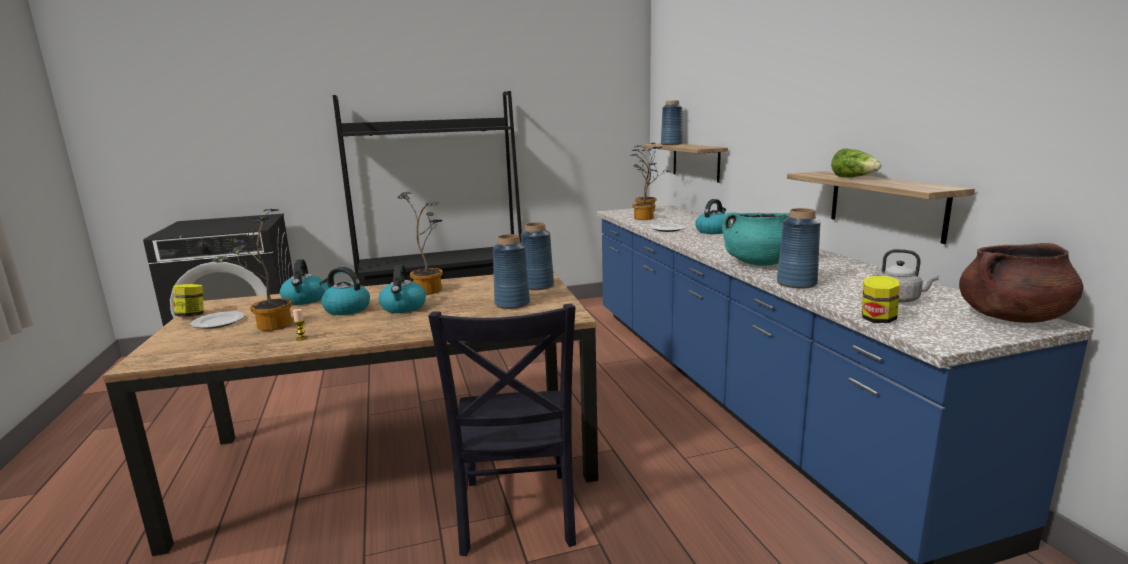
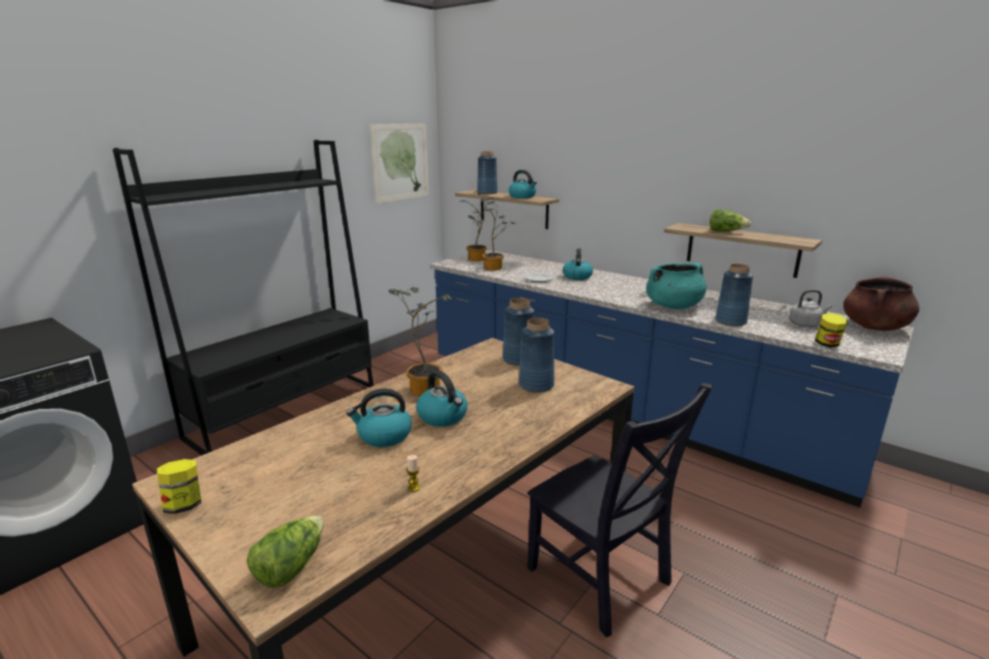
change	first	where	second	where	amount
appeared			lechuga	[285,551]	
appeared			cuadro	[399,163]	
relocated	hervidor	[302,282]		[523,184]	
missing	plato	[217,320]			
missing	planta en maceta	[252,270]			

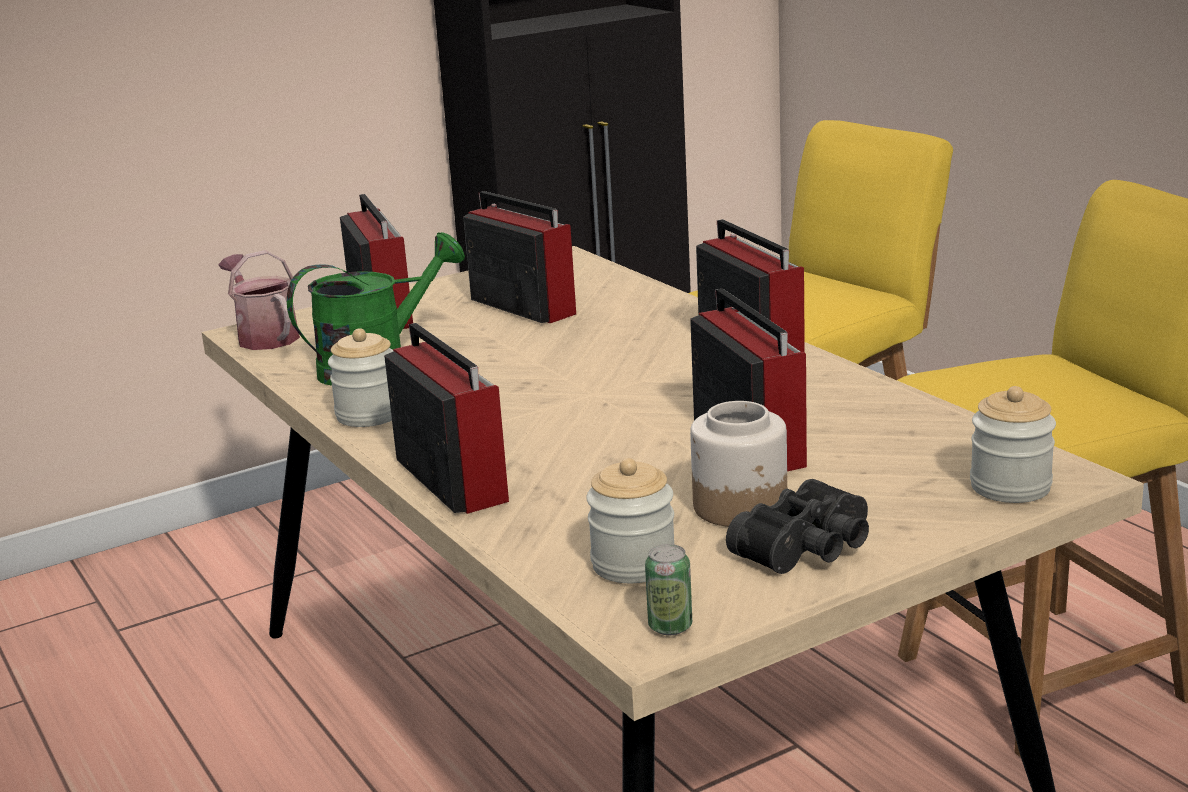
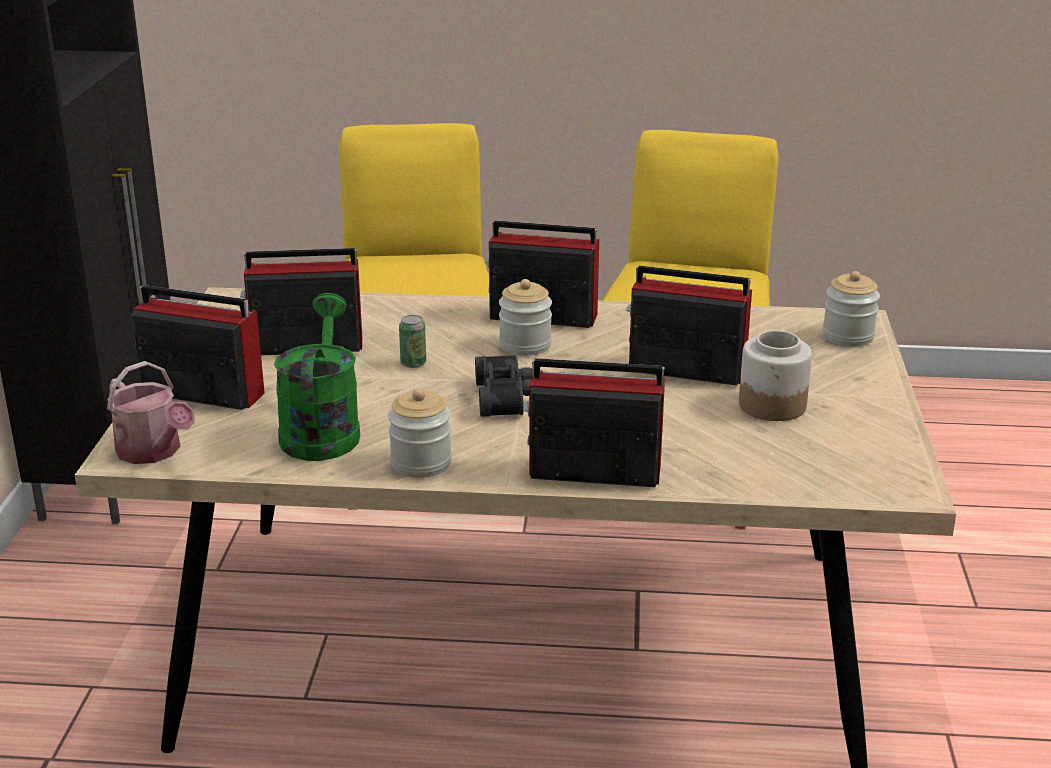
change	first	where	second	where	amount
spun	regadera	[259,300]		[151,412]	135 degrees counterclockwise
relocated	lata	[668,589]		[412,341]	
relocated	prismáticos [negro]	[797,526]		[504,386]	
relocated	tarro	[630,520]		[525,317]	

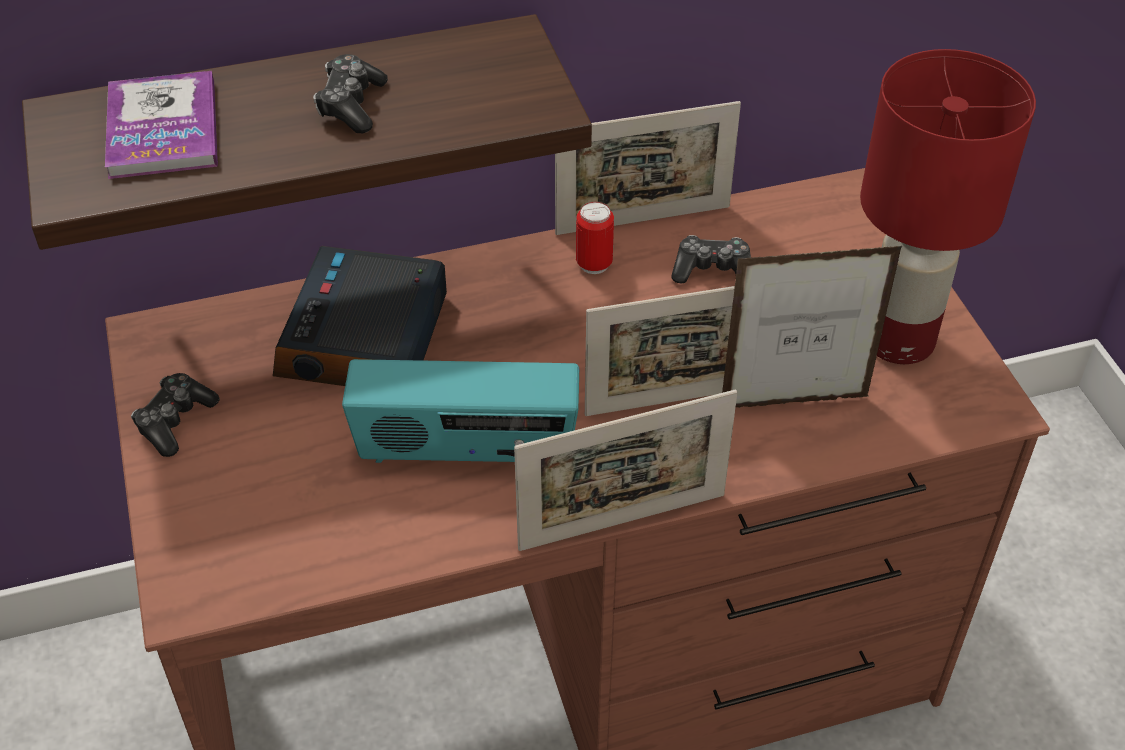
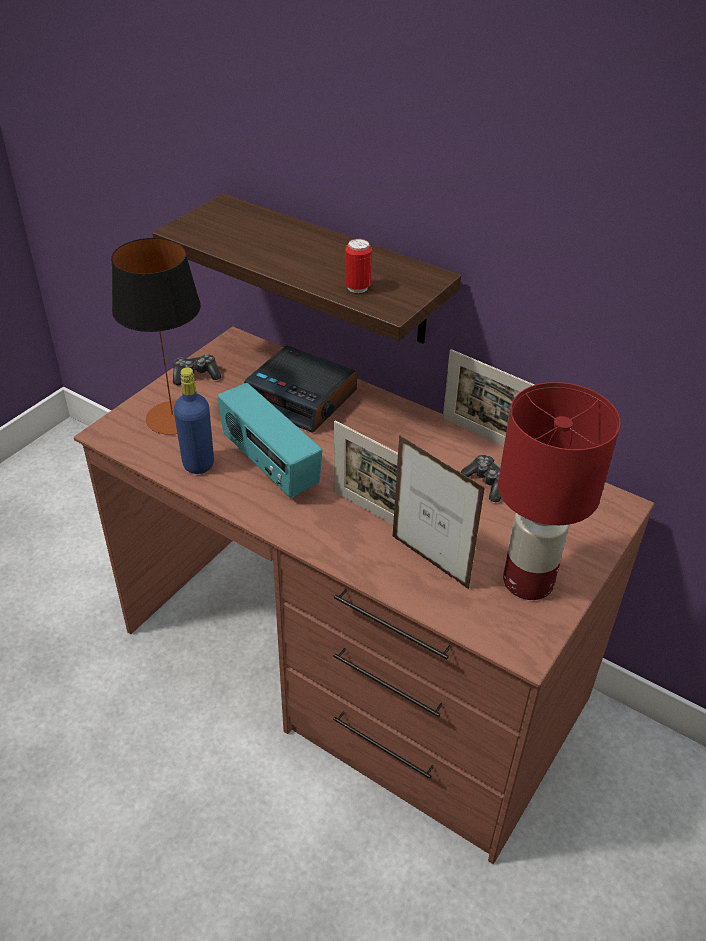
change	first	where	second	where	amount
appeared			lámpara de mesa	[156,336]	
appeared			botella [azul]	[194,420]	
spun	despertador	[360,316]		[300,388]	120 degrees counterclockwise
relocated	lata	[595,238]		[358,265]	
missing	libro	[161,125]			
missing	mando de consola	[350,93]			
missing	portarretratos	[625,470]			

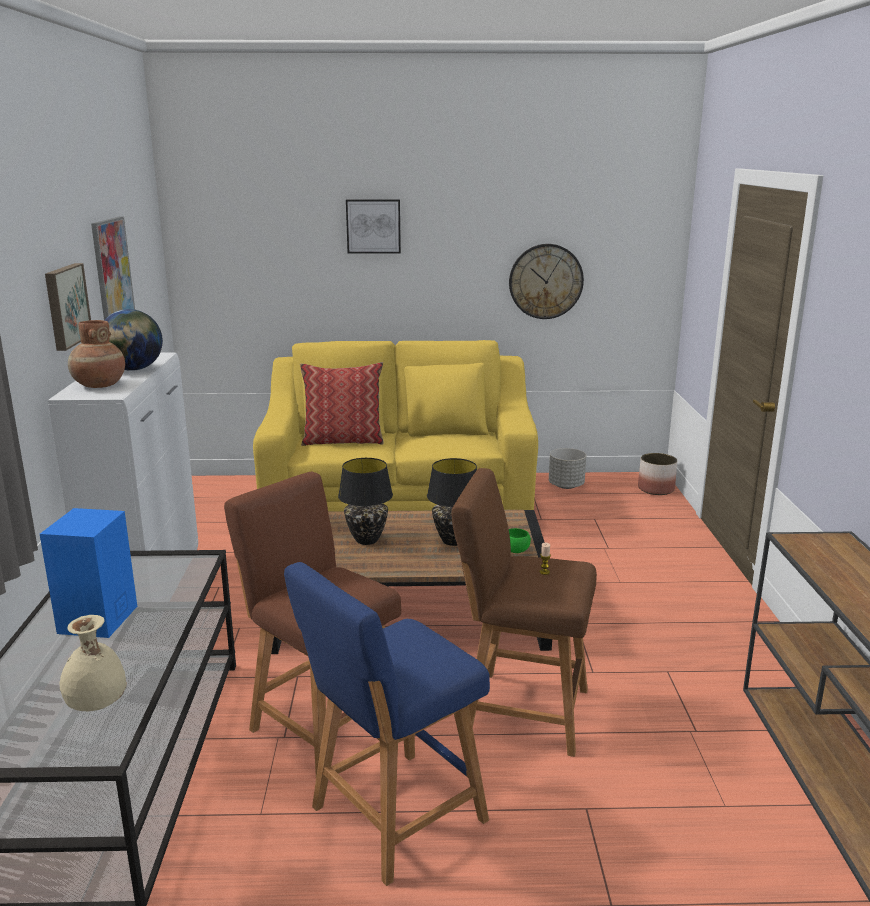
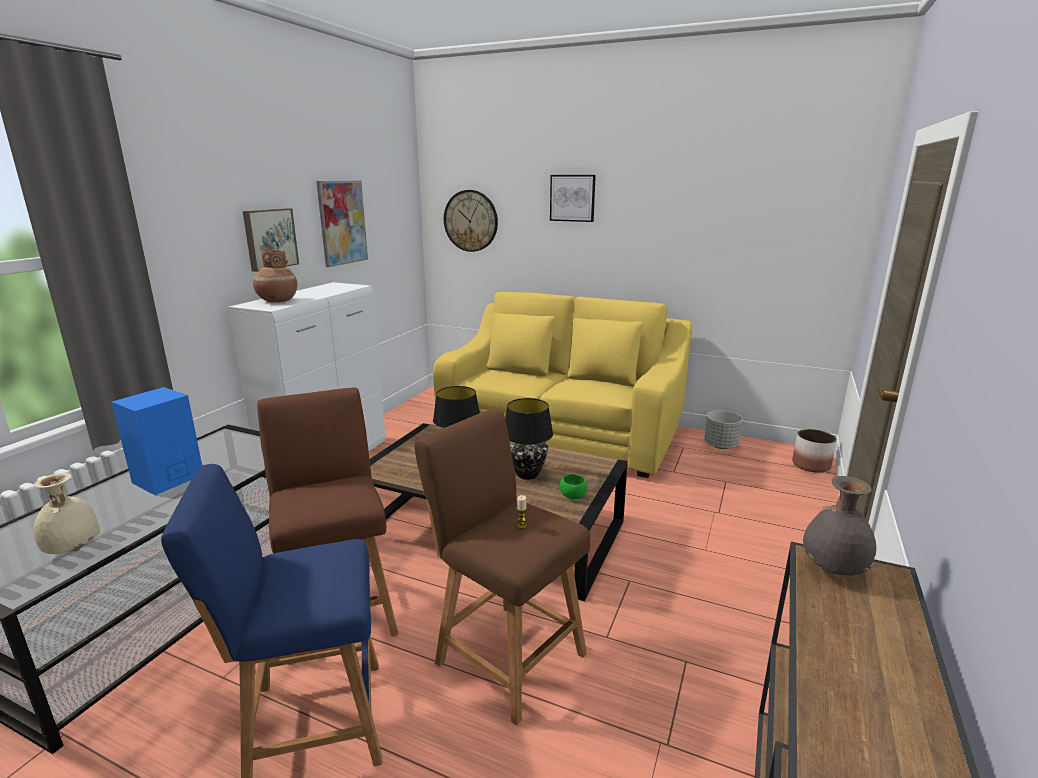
change	first	where	second	where	amount
relocated	reloj de pared	[546,281]		[471,221]	
appeared			florero [gris]	[839,526]	
missing	globo terráqueo	[133,340]			
missing	cojín	[342,404]			

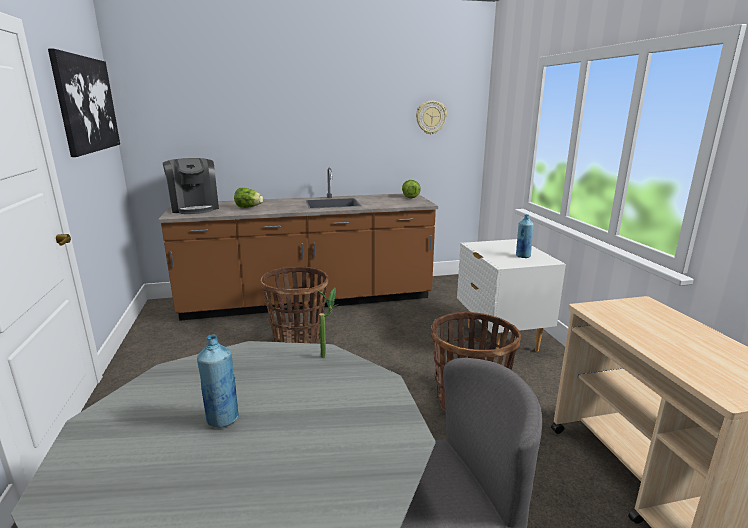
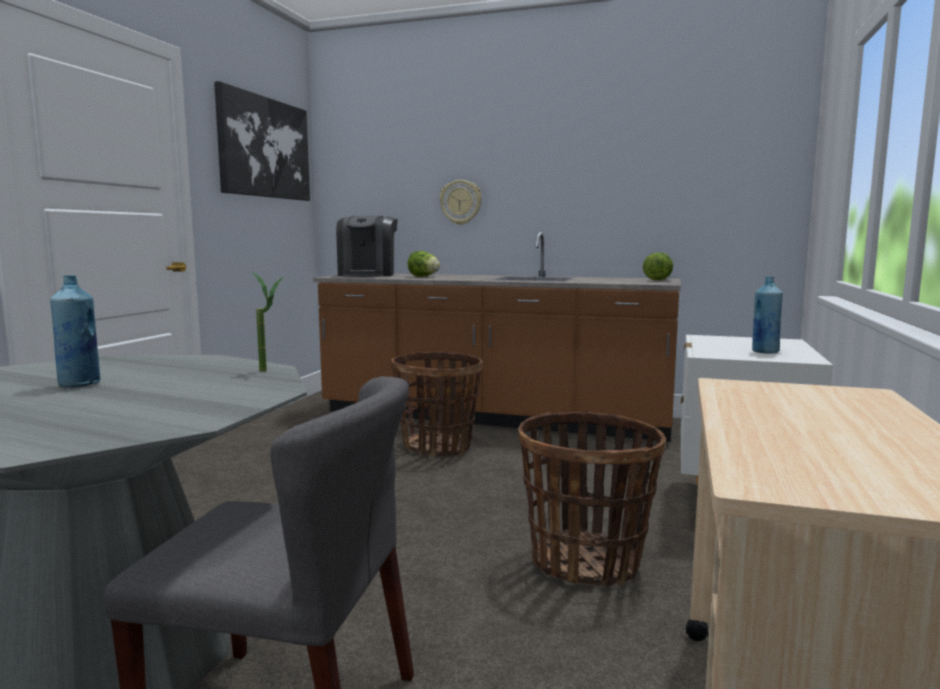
change	first	where	second	where	amount
relocated	reloj de pared	[431,117]		[460,202]	

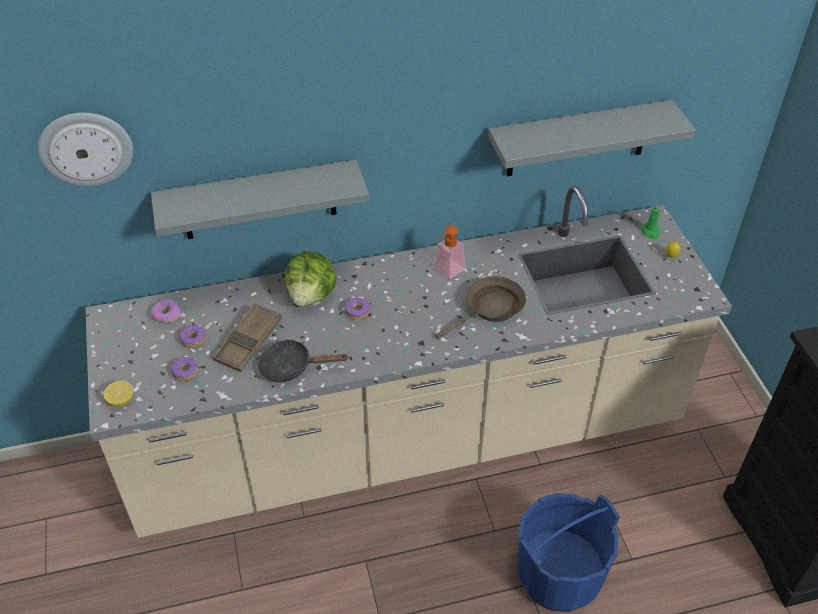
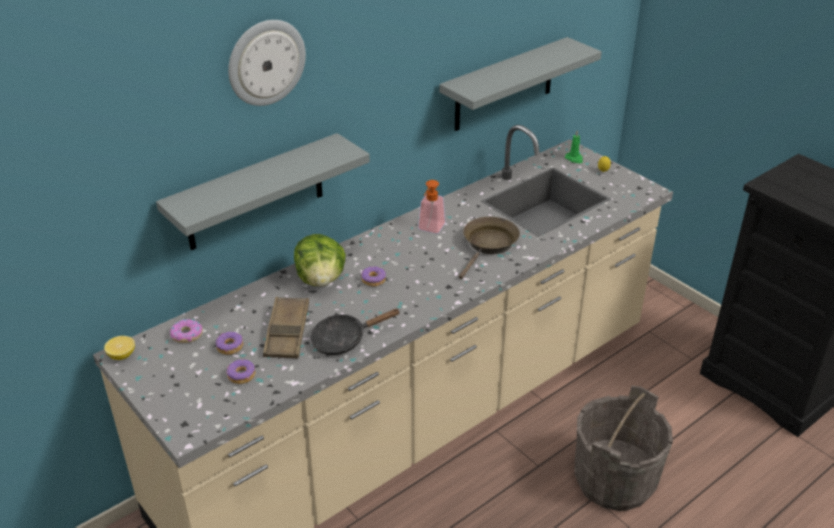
change	first	where	second	where	amount
relocated	limón	[118,394]		[119,348]	
relocated	reloj de pared	[85,149]		[267,63]	
colour	cubo [azul]	[568,552]	cubo [gris]	[623,448]	

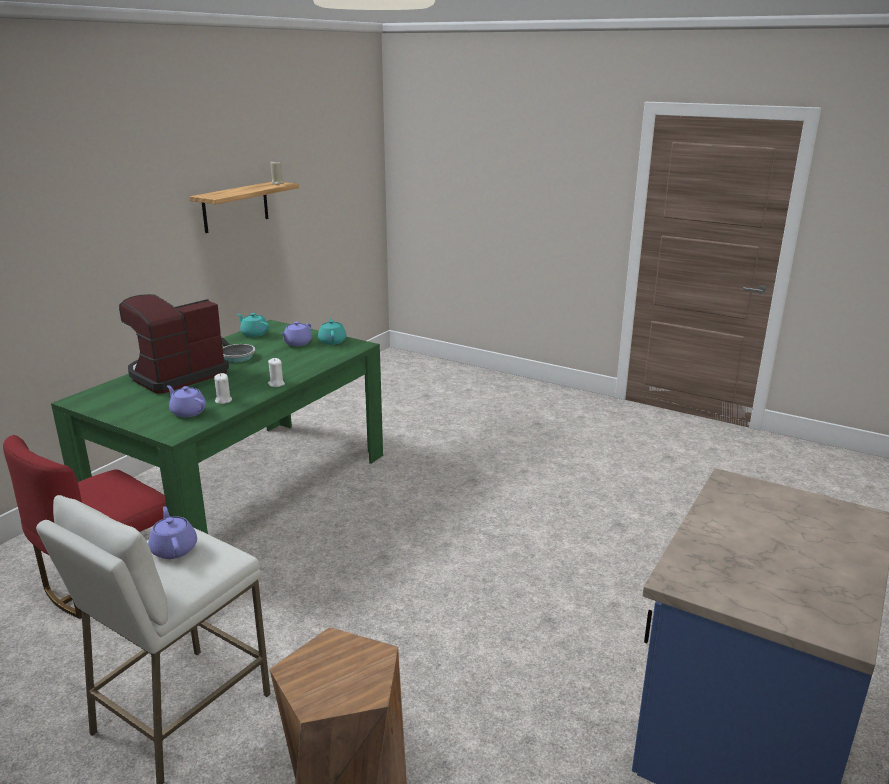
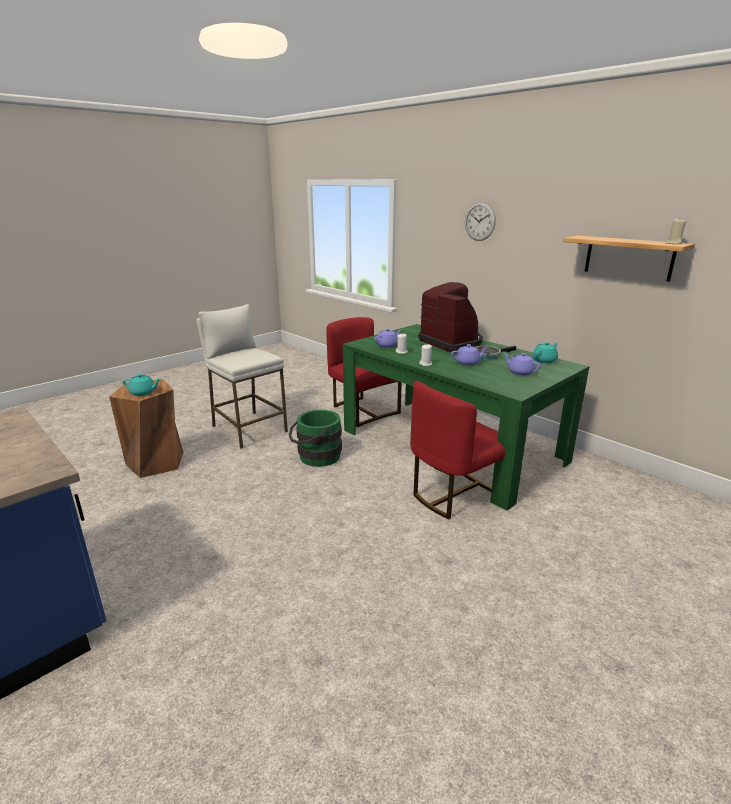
change	first	where	second	where	amount
relocated	tetera [turquesa]	[332,331]		[142,385]	
appeared			cubo [verde]	[315,438]	
appeared			silla [rojo]	[457,450]	
relocated	tetera [morado]	[172,532]		[469,355]	
appeared			reloj de pared	[480,221]	

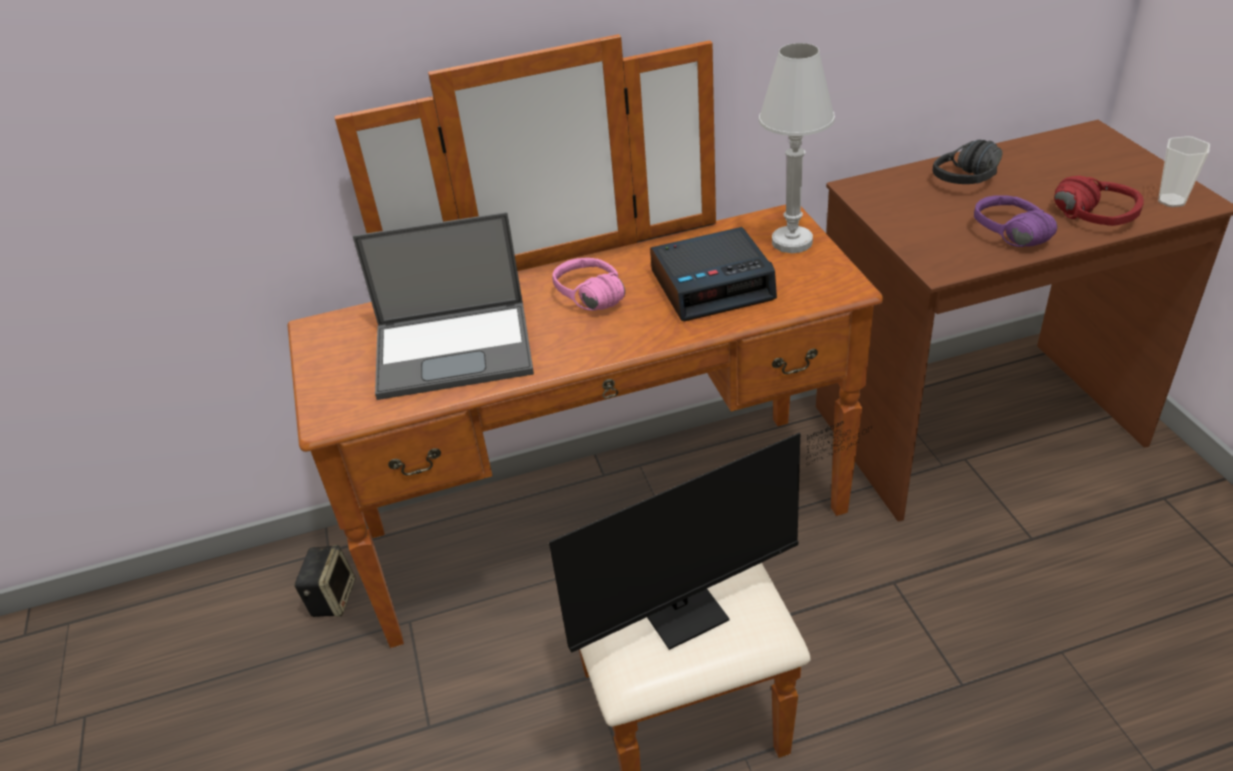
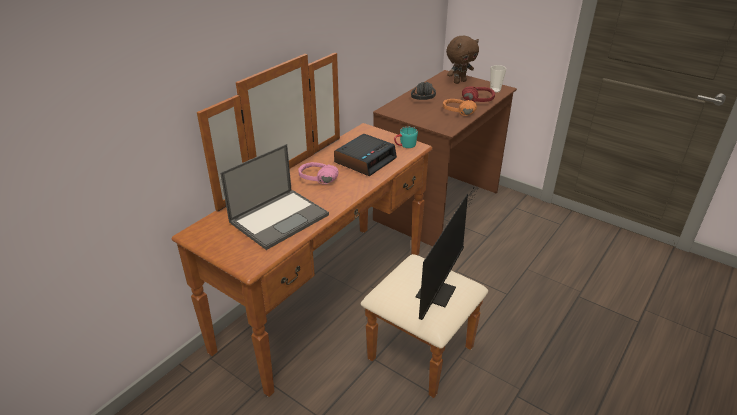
change	first	where	second	where	amount
appeared			taza grande [turquesa]	[406,137]	
colour	auriculares [morado]	[1015,221]	auriculares [naranja]	[460,107]	
appeared			peluche [marrón]	[462,60]	
missing	altavoz	[325,581]			
missing	lámpara de mesa [blanco]	[797,148]			

